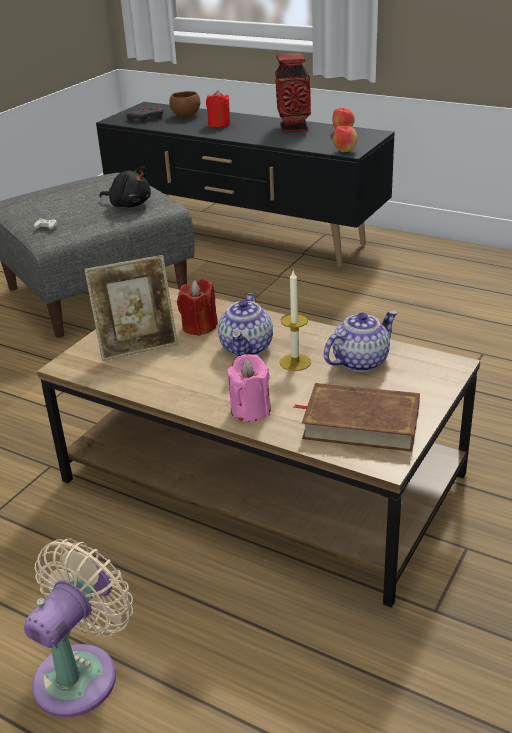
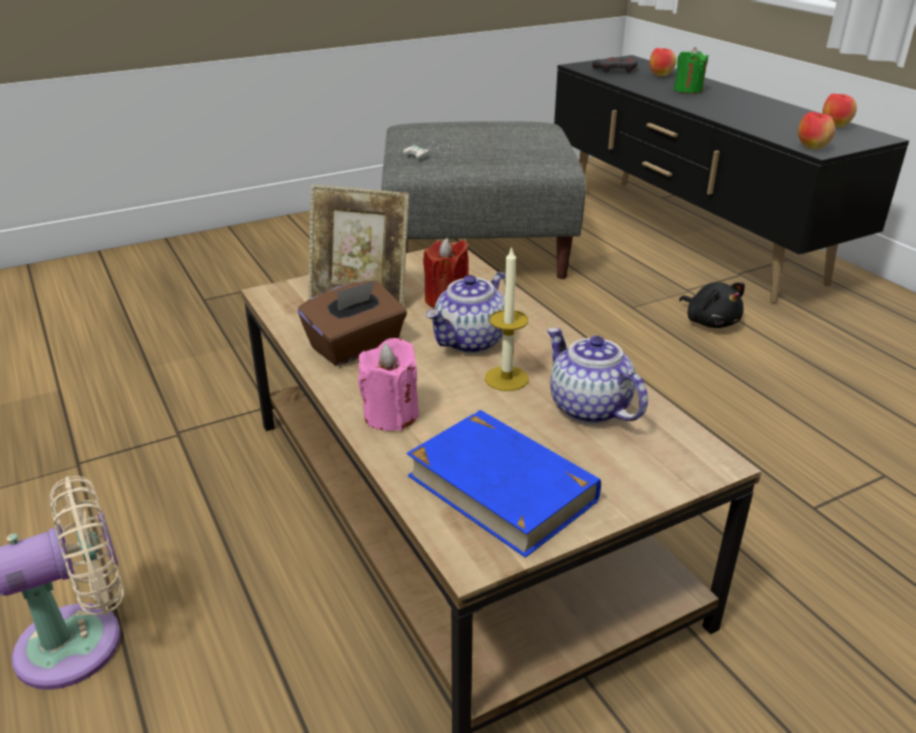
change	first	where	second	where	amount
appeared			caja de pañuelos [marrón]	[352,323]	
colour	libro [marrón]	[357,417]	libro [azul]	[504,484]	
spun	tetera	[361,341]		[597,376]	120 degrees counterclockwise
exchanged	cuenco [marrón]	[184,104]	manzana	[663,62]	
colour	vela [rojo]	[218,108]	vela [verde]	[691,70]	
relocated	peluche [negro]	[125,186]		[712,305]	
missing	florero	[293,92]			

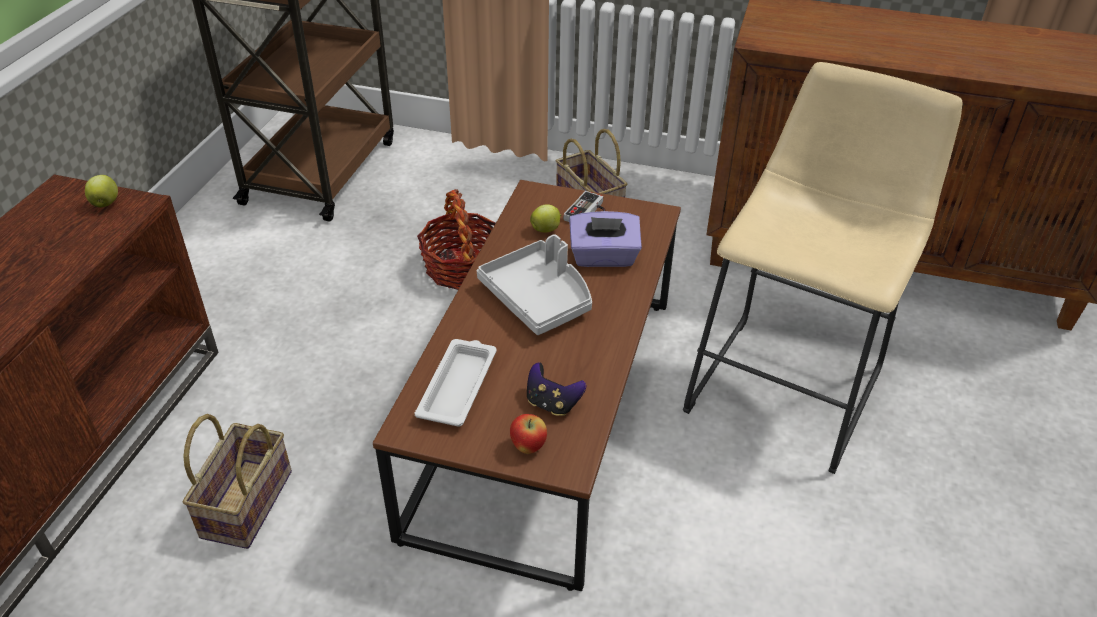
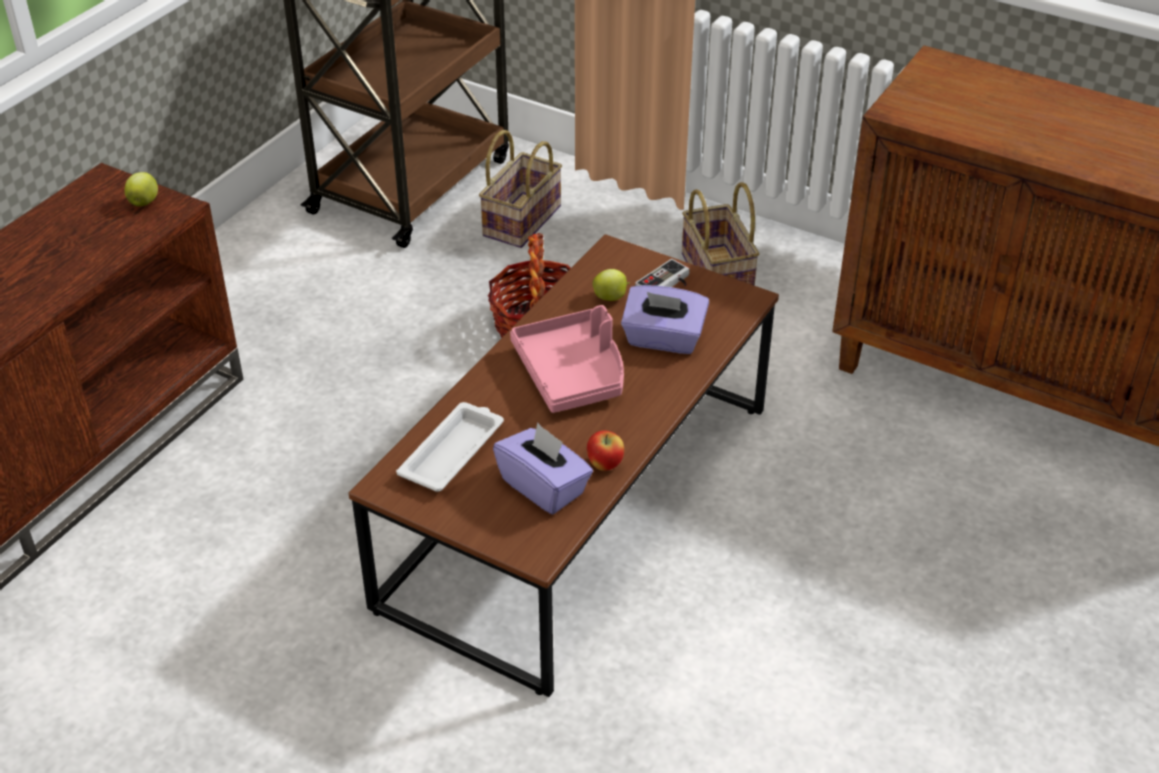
change	first	where	second	where	amount
relocated	cesta	[237,481]		[520,189]	
exchanged	mando de consola	[556,389]	caja de pañuelos [morado]	[543,468]	
colour	bandeja [gris]	[534,284]	bandeja [rosa]	[567,359]	
relocated	manzana	[528,434]		[605,450]	
missing	taburete [beis]	[822,268]			

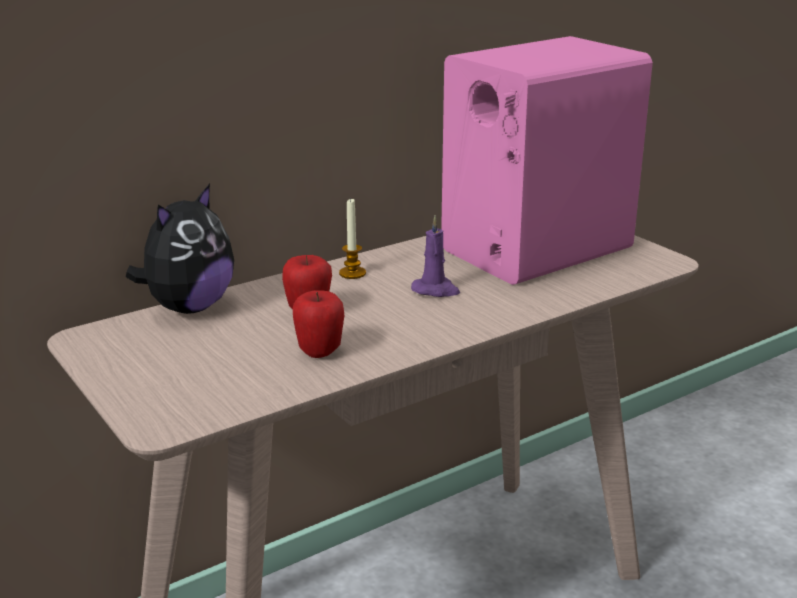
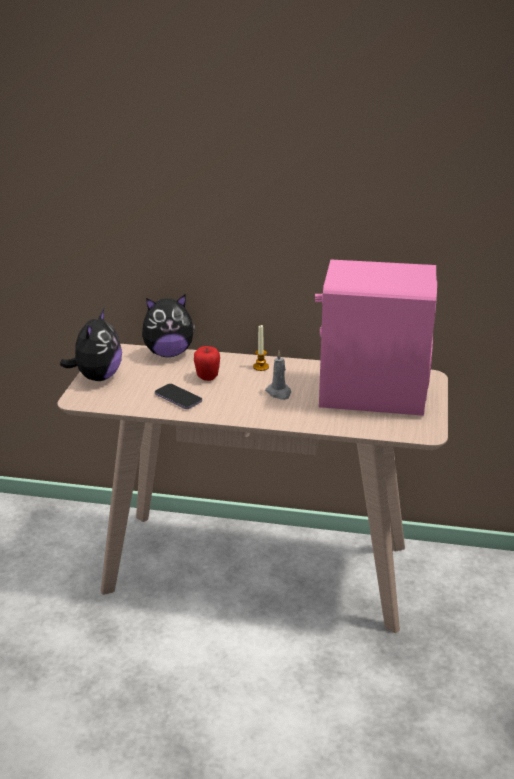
change	first	where	second	where	amount
appeared			peluche	[91,345]	
exchanged	manzana	[318,324]	móvil	[178,396]	
colour	vela [morado]	[435,256]	vela [gris]	[278,375]	

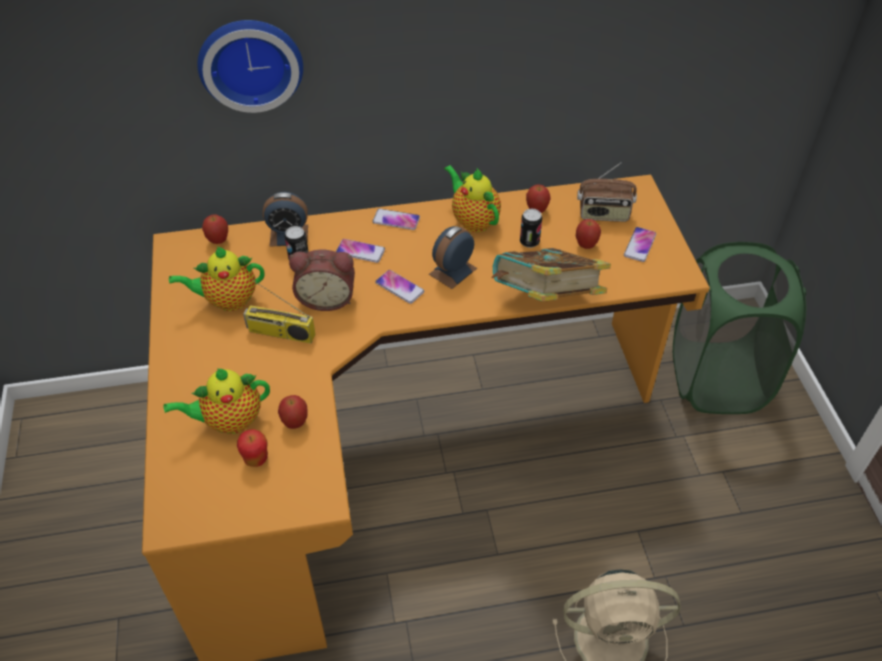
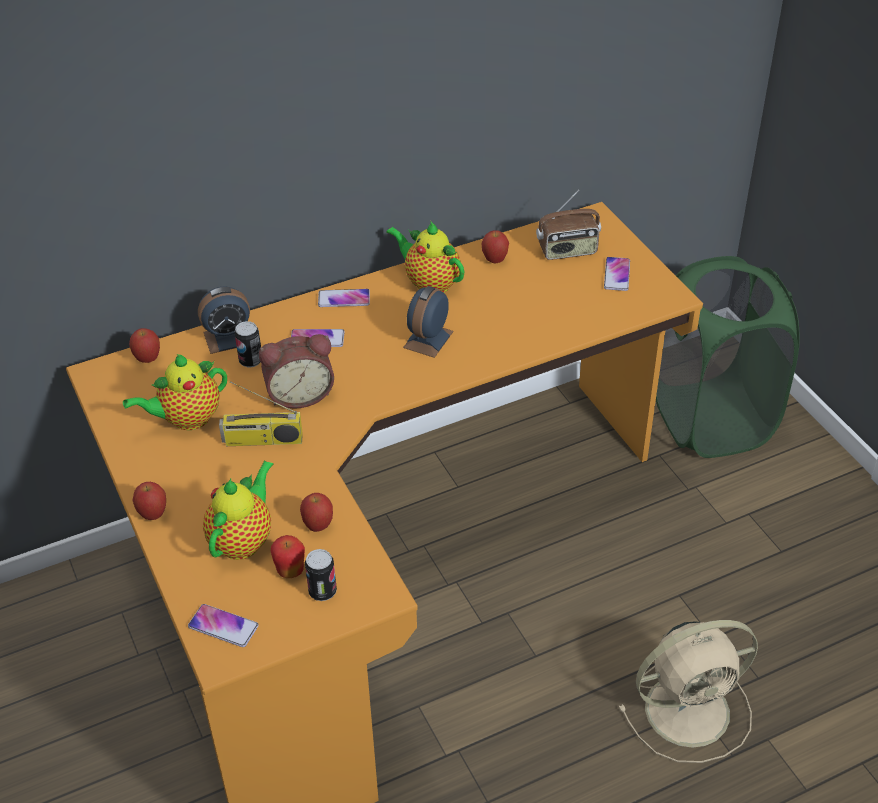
change	first	where	second	where	amount
relocated	manzana	[588,234]		[149,501]	
relocated	móvil	[400,287]		[223,625]	
spun	tetera	[216,401]		[238,510]	150 degrees clockwise
relocated	lata	[531,228]		[321,575]	
missing	reloj de pared	[250,66]			
missing	libro	[551,275]			

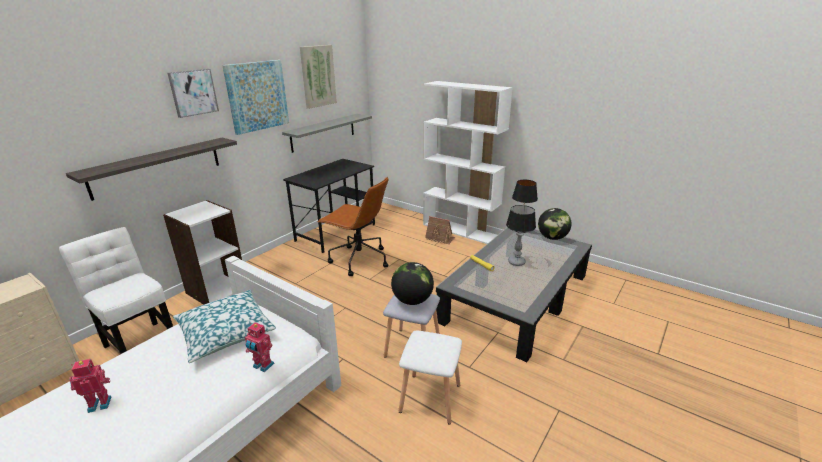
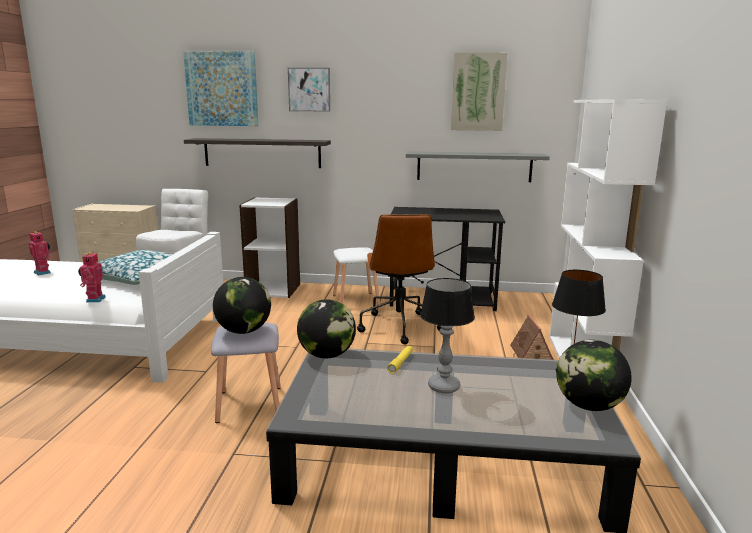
change	first	where	second	where	amount
relocated	cuadro	[255,97]		[220,88]	
appeared			globo terráqueo	[326,328]	
relocated	taburete [blanco]	[430,377]		[356,276]	

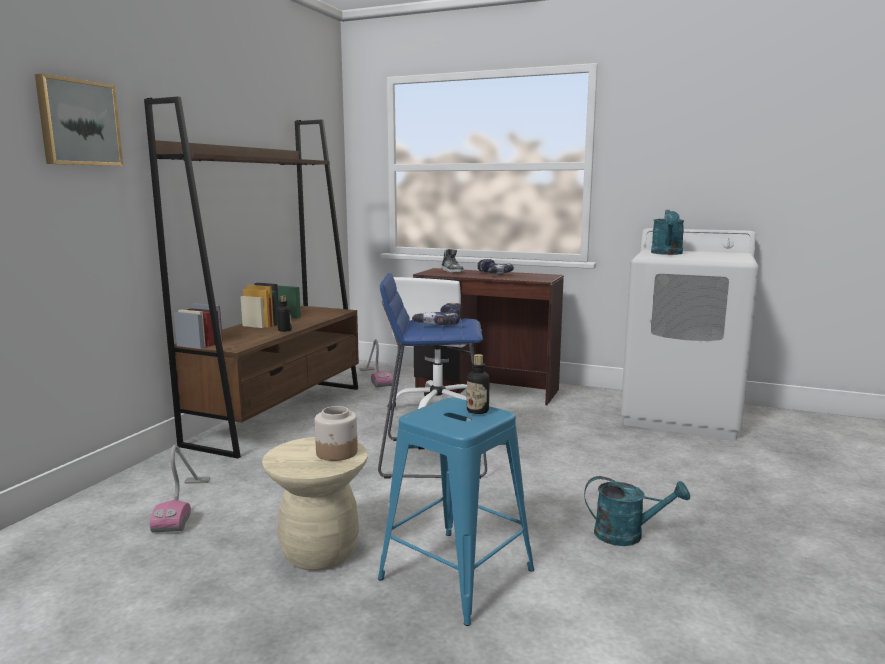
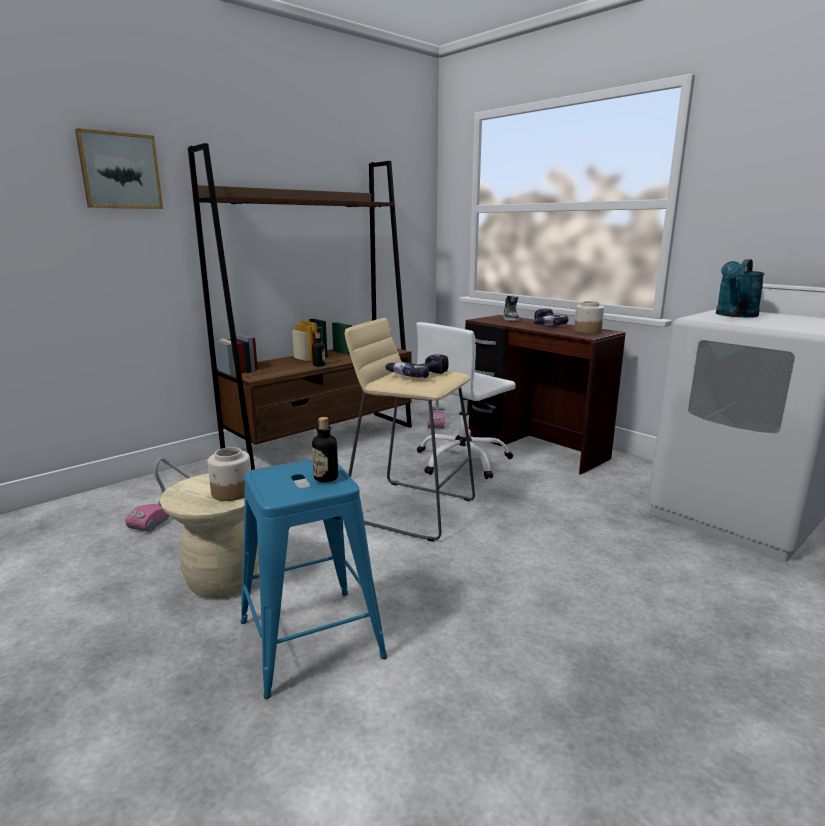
change	first	where	second	where	amount
colour	taburete [azul]	[432,376]	taburete [beis]	[410,430]	
appeared			tarro	[589,317]	
missing	regadera [turquesa]	[637,511]			

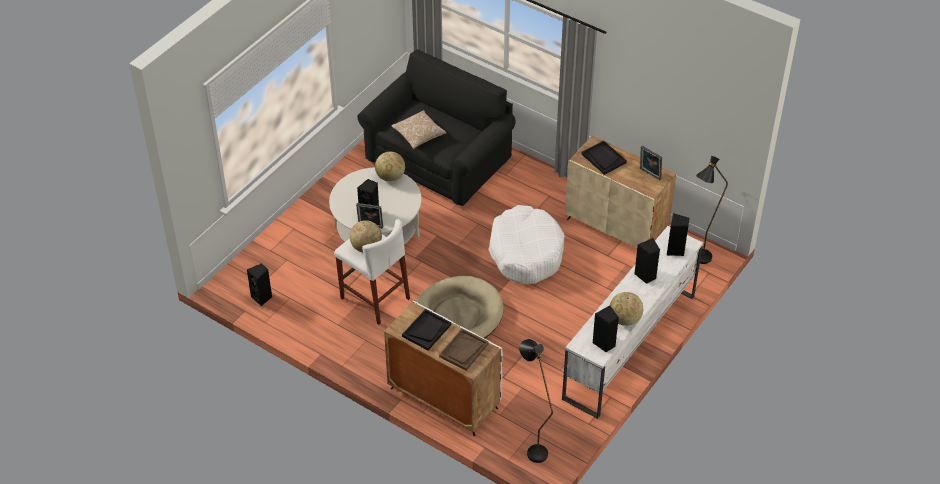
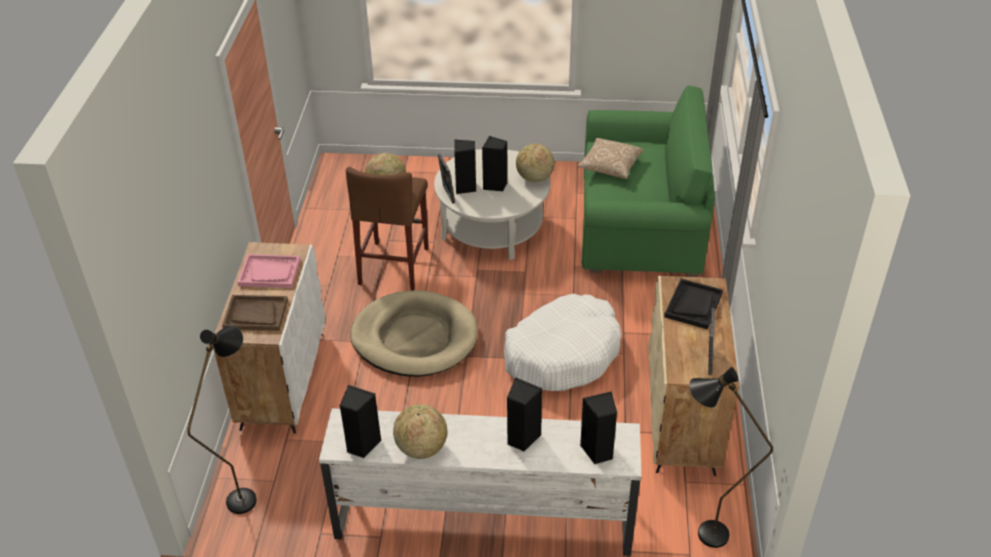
change	first	where	second	where	amount
colour	bandeja [negro]	[426,329]	bandeja [rosa]	[268,271]	
colour	taburete [blanco]	[372,272]	taburete [marrón]	[387,228]	
relocated	altavoz [negro]	[259,284]		[494,163]	
colour	sofá [negro]	[436,127]	sofá [verde]	[648,181]	

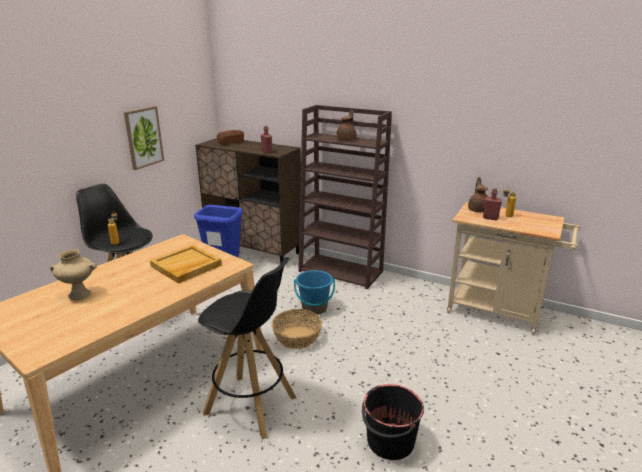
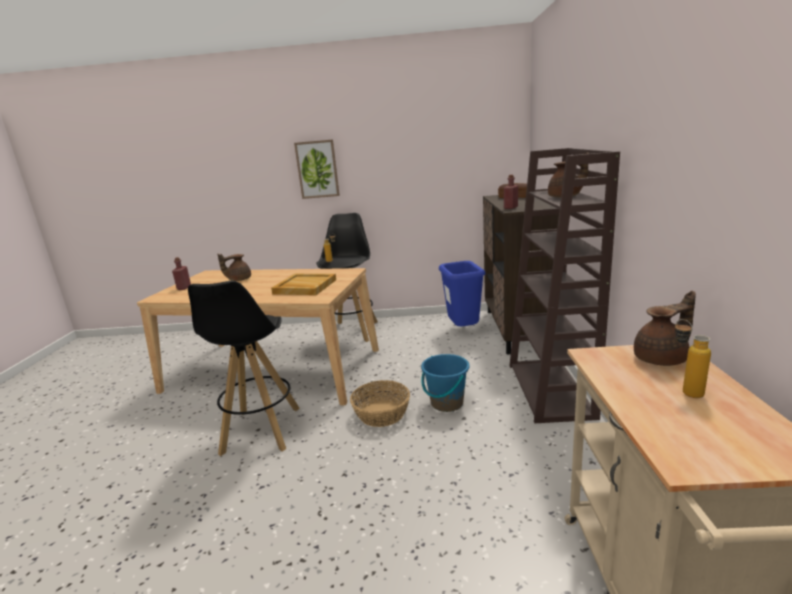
change	first	where	second	where	amount
relocated	botella [rojo]	[492,204]		[181,273]	
exchanged	florero [beis]	[73,274]	tetera [marrón]	[234,267]	
relocated	cuadro	[144,138]		[317,169]	
missing	cubo [negro]	[393,422]			

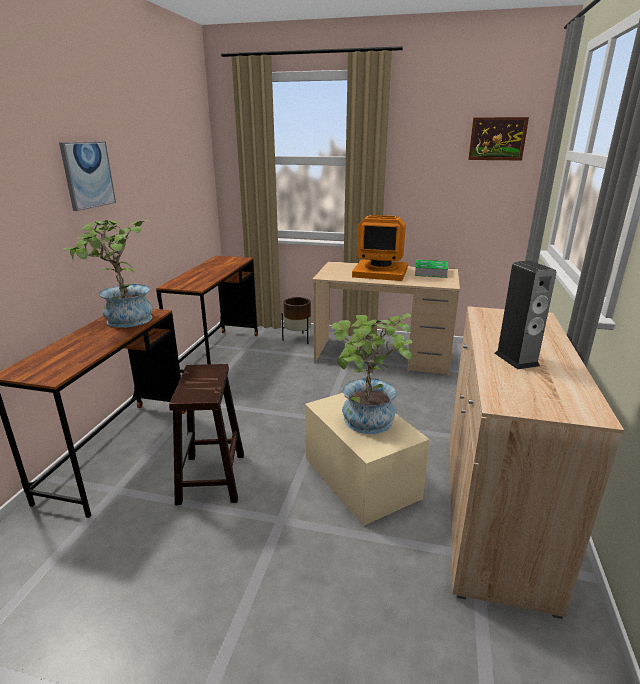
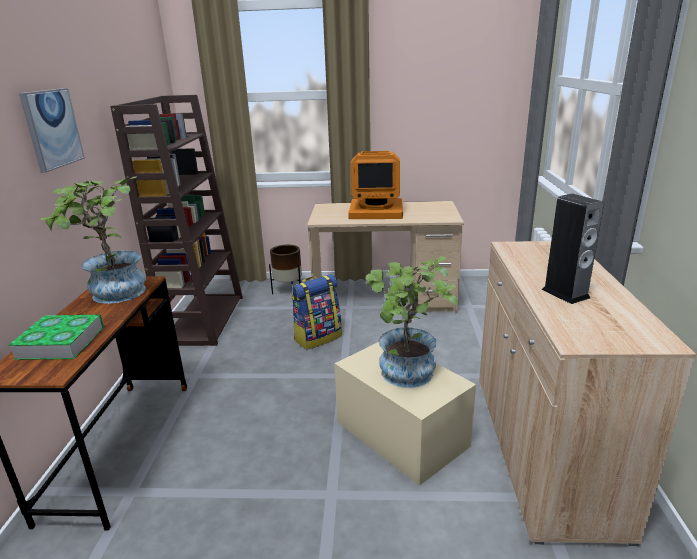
change	first	where	second	where	amount
relocated	libro	[431,269]		[56,337]	
exchanged	escritorio [marrón]	[207,314]	estantería [marrón]	[176,220]	
appeared			mochila	[316,312]	
missing	taburete [marrón]	[206,434]			
missing	cuadro	[498,139]			

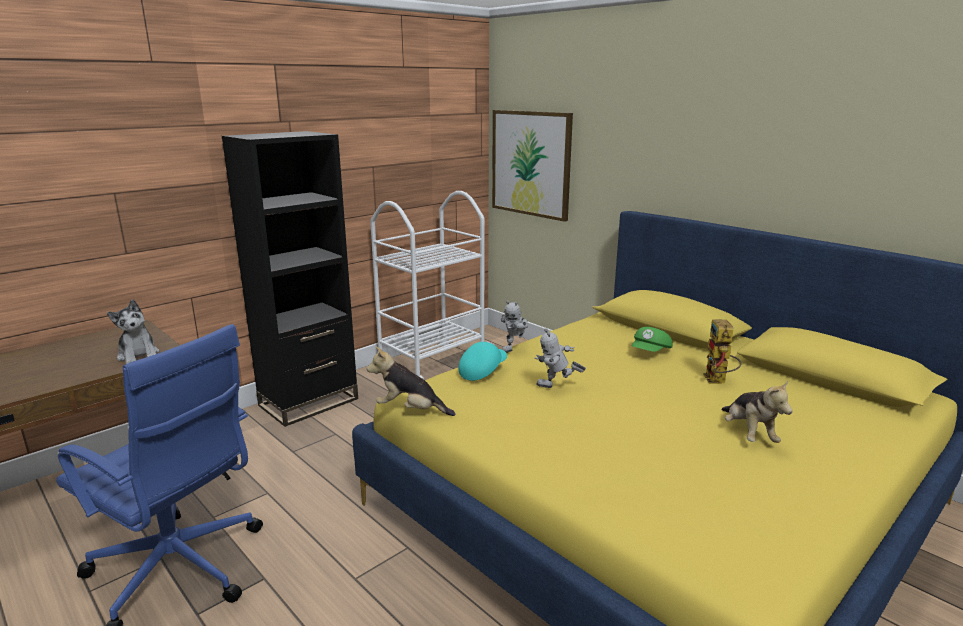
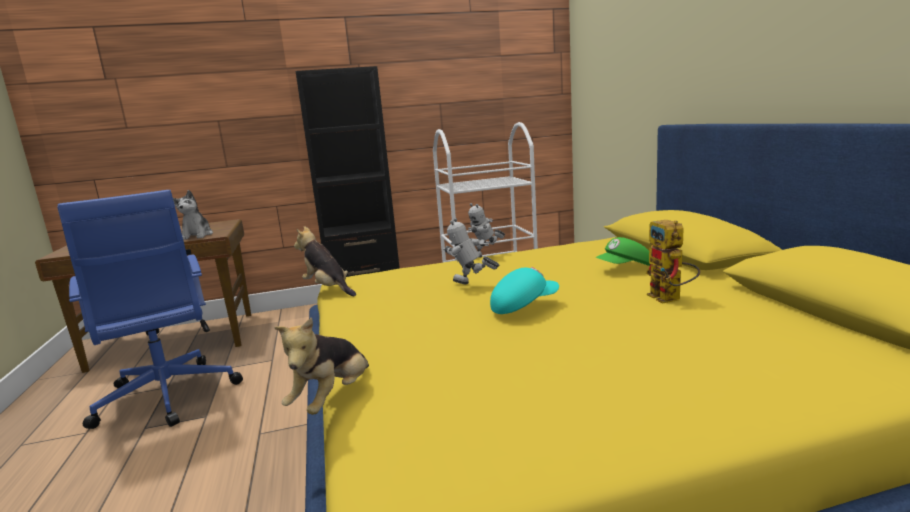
change	first	where	second	where	amount
relocated	peluche	[756,412]		[321,366]	
relocated	gorra [turquesa]	[483,361]		[524,290]	
spun	robot de juguete	[722,352]		[673,261]	45 degrees counterclockwise
missing	cuadro	[532,166]			

